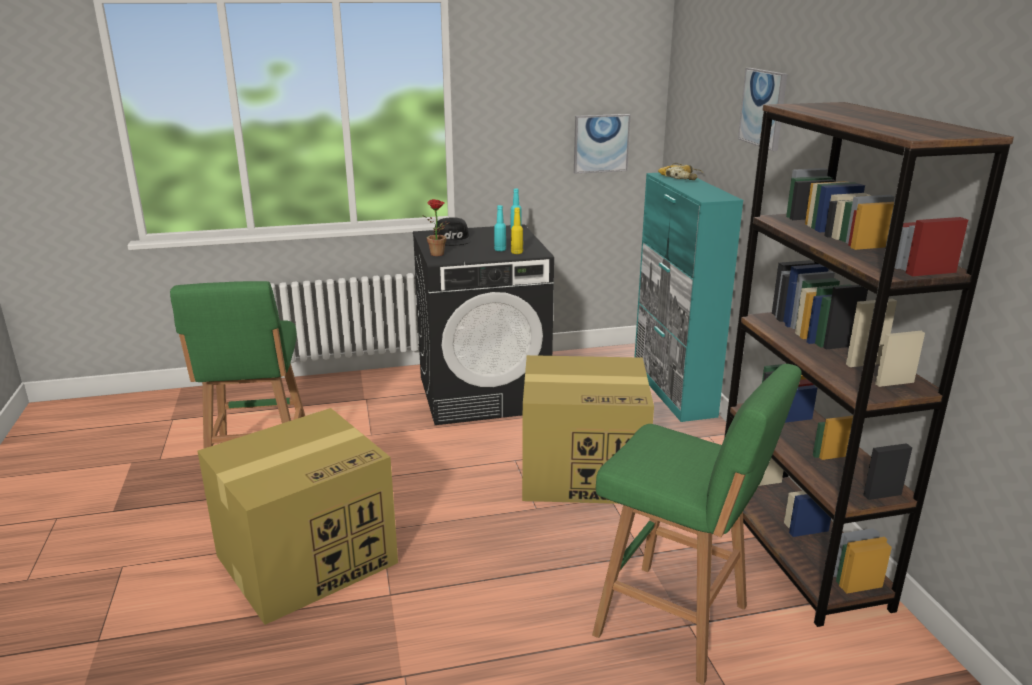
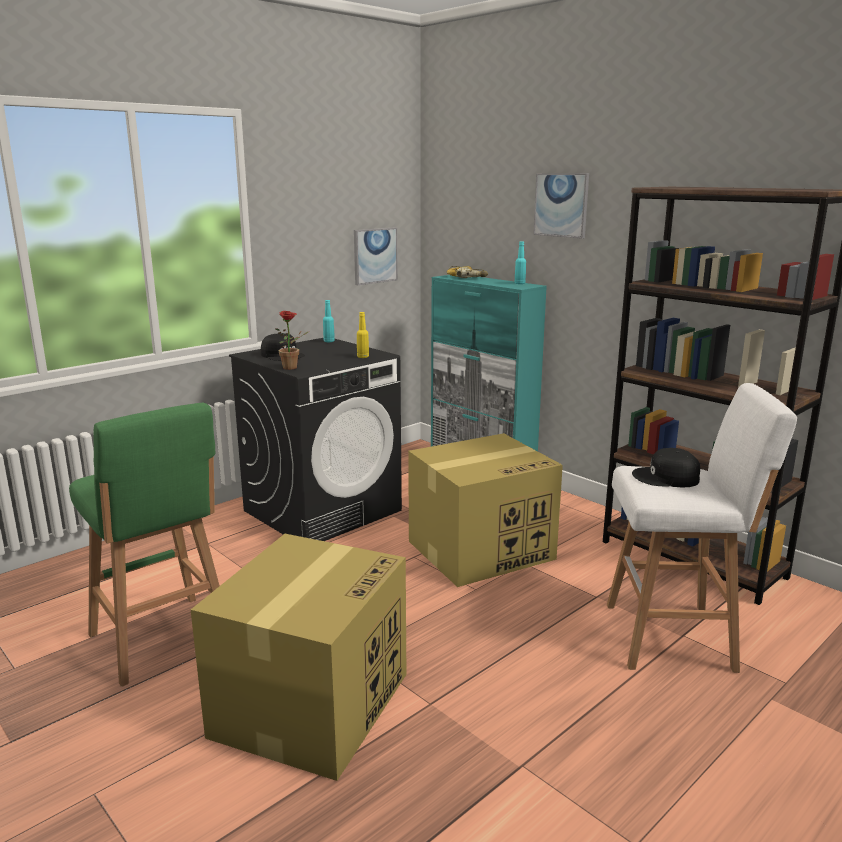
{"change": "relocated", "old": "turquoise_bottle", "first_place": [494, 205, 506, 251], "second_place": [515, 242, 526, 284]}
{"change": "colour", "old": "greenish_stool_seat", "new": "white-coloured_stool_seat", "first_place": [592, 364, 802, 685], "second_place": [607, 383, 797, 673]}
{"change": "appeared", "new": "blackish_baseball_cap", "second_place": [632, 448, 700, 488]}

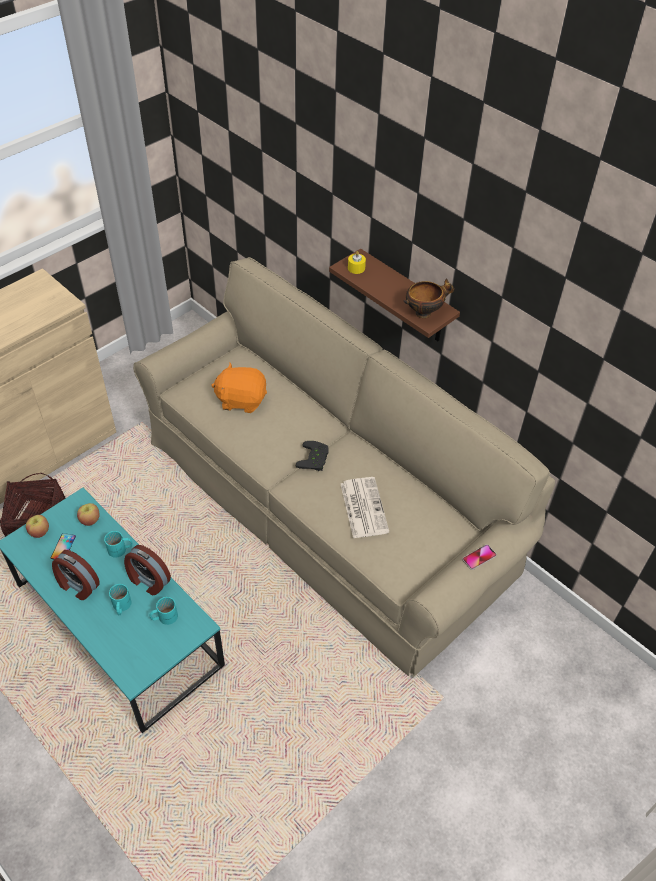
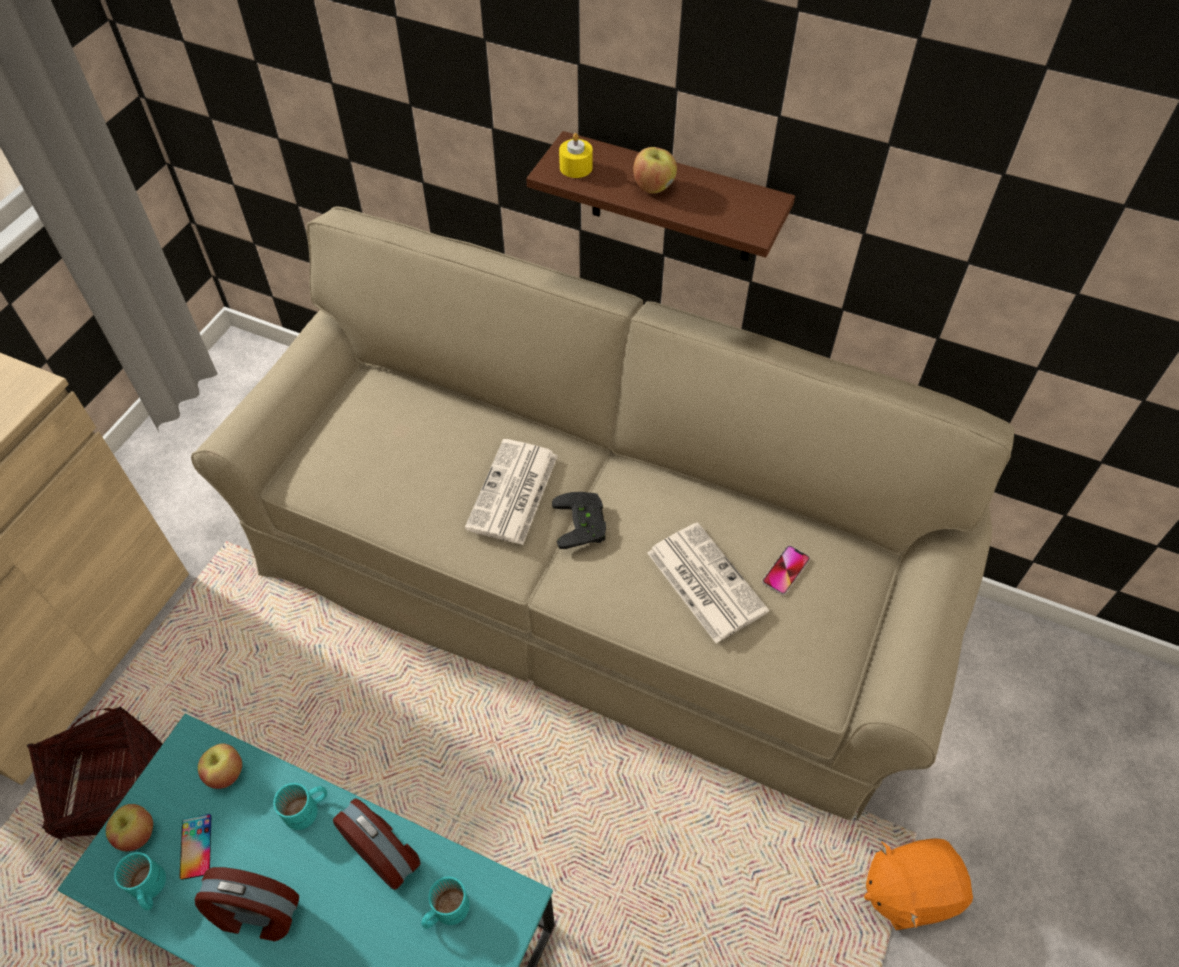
{"change": "missing", "old": "serving_bowl", "first_place": [404, 279, 455, 318]}
{"change": "relocated", "old": "orangey_plush_toy", "first_place": [211, 363, 267, 413], "second_place": [864, 838, 973, 930]}
{"change": "spun", "old": "bedside_clock", "first_place": [124, 545, 171, 595], "second_place": [333, 798, 421, 890], "degrees": -150}
{"change": "relocated", "old": "phone", "first_place": [462, 545, 497, 570], "second_place": [762, 546, 810, 595]}
{"change": "relocated", "old": "turquoise_tea_mug", "first_place": [109, 584, 132, 615], "second_place": [114, 852, 166, 911]}
{"change": "appeared", "new": "whole_apple", "second_place": [633, 147, 677, 193]}
{"change": "appeared", "new": "printed_paper", "second_place": [465, 439, 558, 545]}

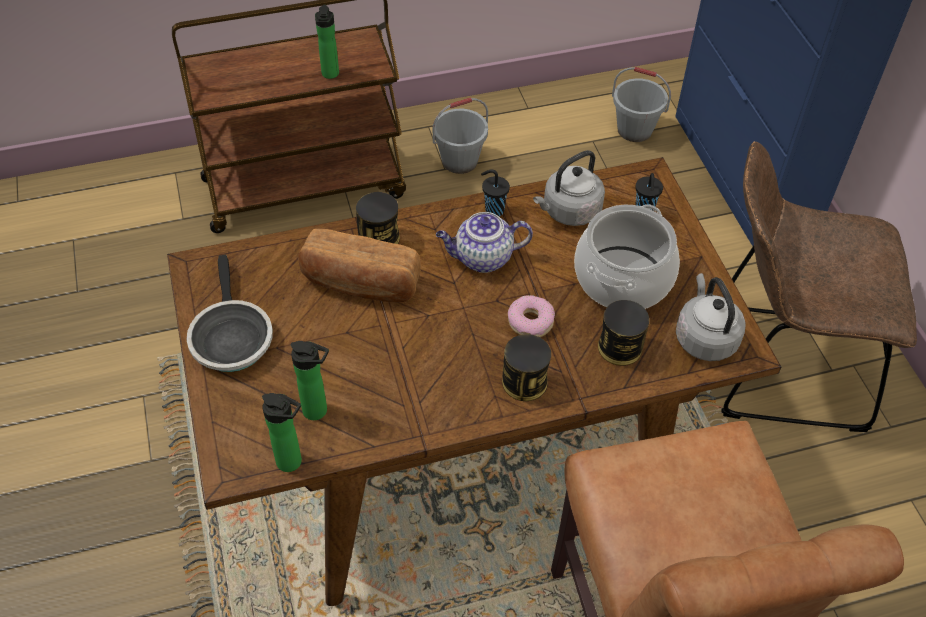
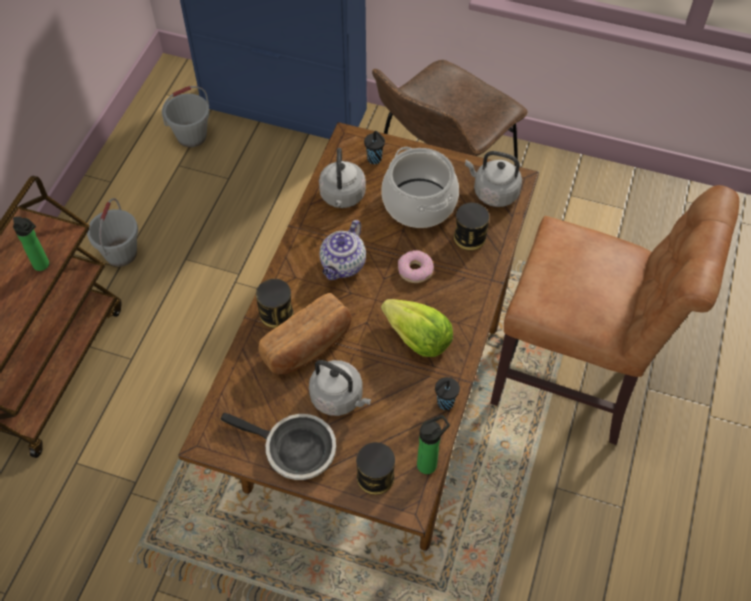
{"change": "relocated", "old": "blackish_drinking_cup", "first_place": [481, 169, 510, 216], "second_place": [435, 377, 460, 410]}
{"change": "relocated", "old": "metal_can", "first_place": [502, 334, 551, 401], "second_place": [356, 442, 395, 495]}
{"change": "missing", "old": "bottle", "first_place": [291, 341, 329, 420]}
{"change": "appeared", "new": "lettuce", "second_place": [381, 299, 453, 357]}
{"change": "appeared", "new": "gray_tea_kettle", "second_place": [309, 360, 371, 416]}

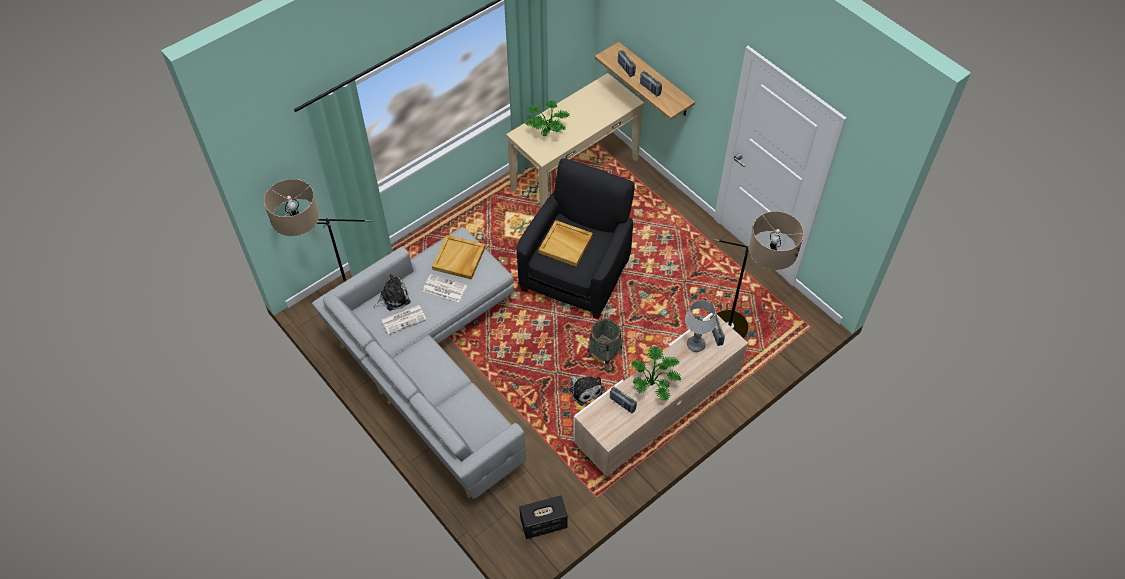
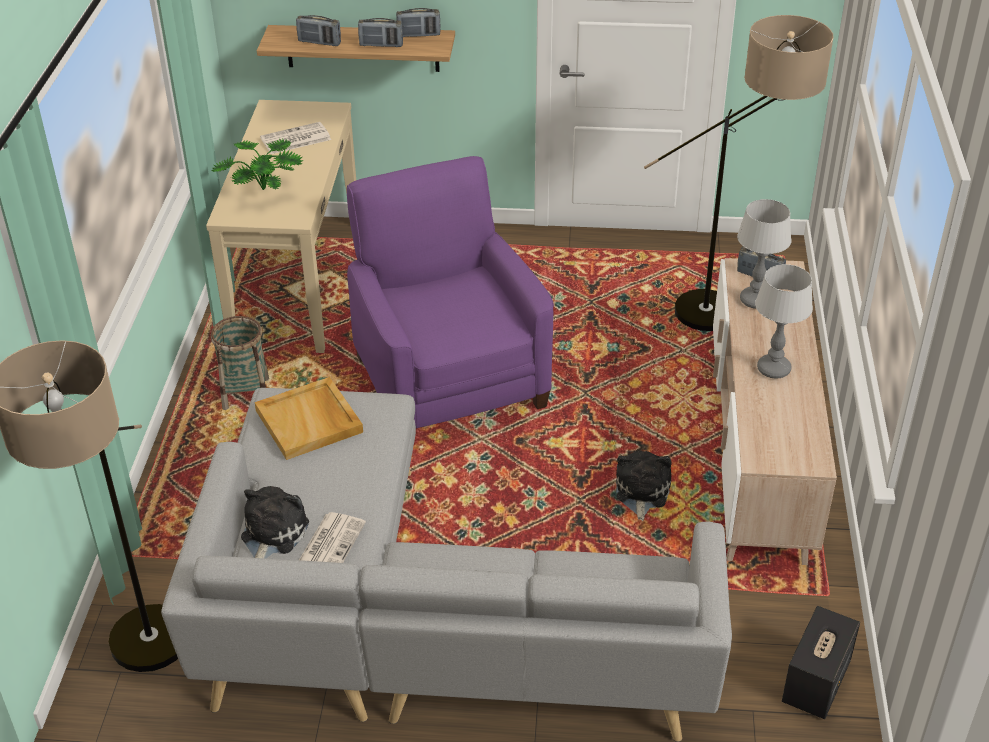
{"change": "colour", "old": "blackish_lounge_chair", "new": "purple_lounge_chair", "first_place": [516, 158, 635, 319], "second_place": [347, 156, 554, 428]}
{"change": "missing", "old": "beige-coloured_serving_tray", "first_place": [539, 220, 593, 267]}
{"change": "relocated", "old": "printed_paper", "first_place": [423, 274, 467, 302], "second_place": [260, 122, 331, 154]}
{"change": "relocated", "old": "household_basket", "first_place": [587, 318, 622, 370], "second_place": [211, 316, 269, 410]}
{"change": "exchanged", "old": "plant_in_a_pot", "new": "table_lamp", "first_place": [631, 346, 682, 402], "second_place": [755, 264, 813, 379]}
{"change": "spun", "old": "plush_toy", "first_place": [569, 376, 602, 406], "second_place": [616, 451, 671, 521], "degrees": -90}
{"change": "relocated", "old": "radio_receiver", "first_place": [610, 387, 637, 413], "second_place": [396, 8, 440, 37]}

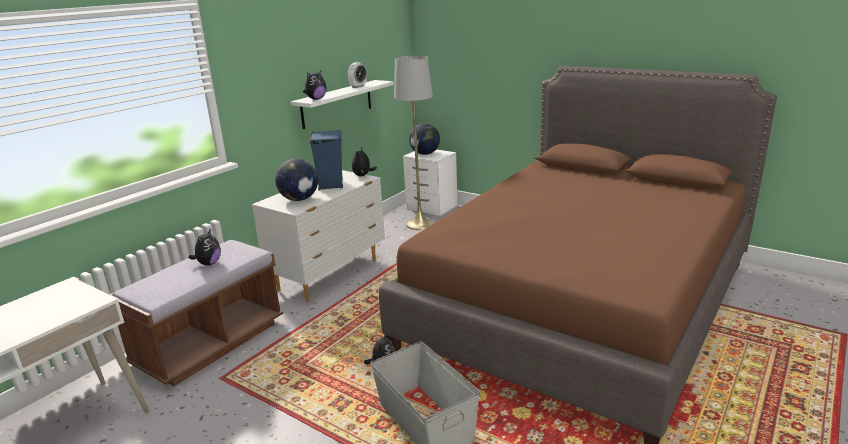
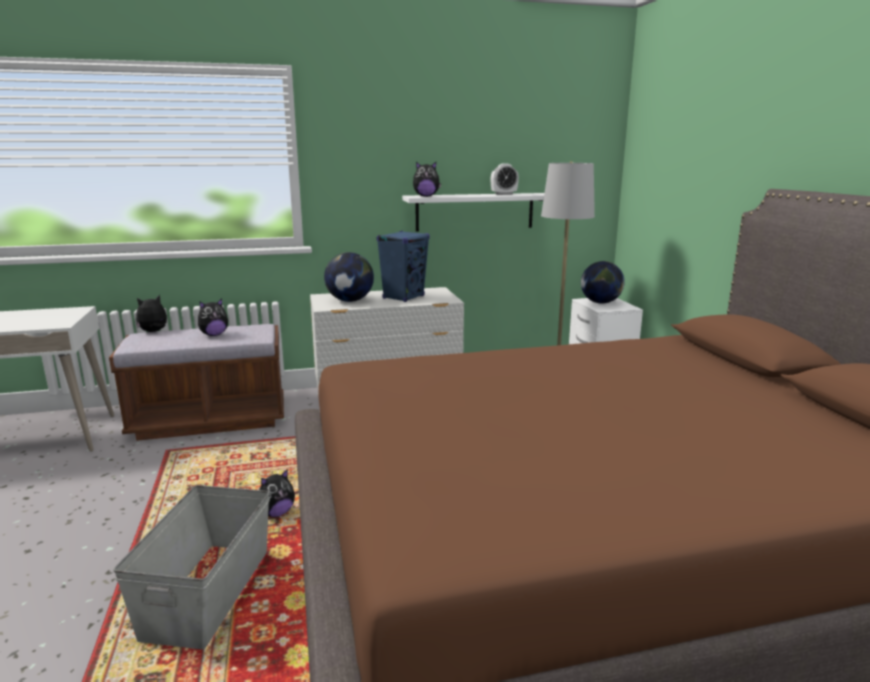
{"change": "relocated", "old": "plush_toy", "first_place": [352, 148, 377, 176], "second_place": [136, 295, 167, 332]}

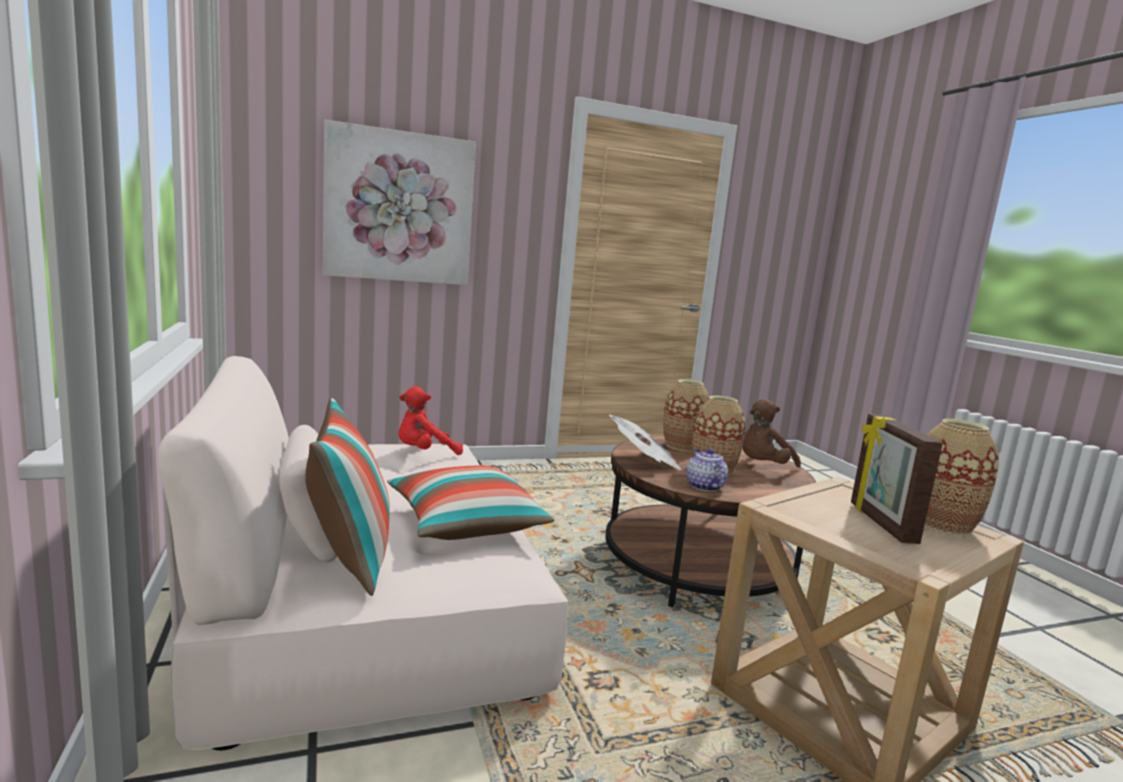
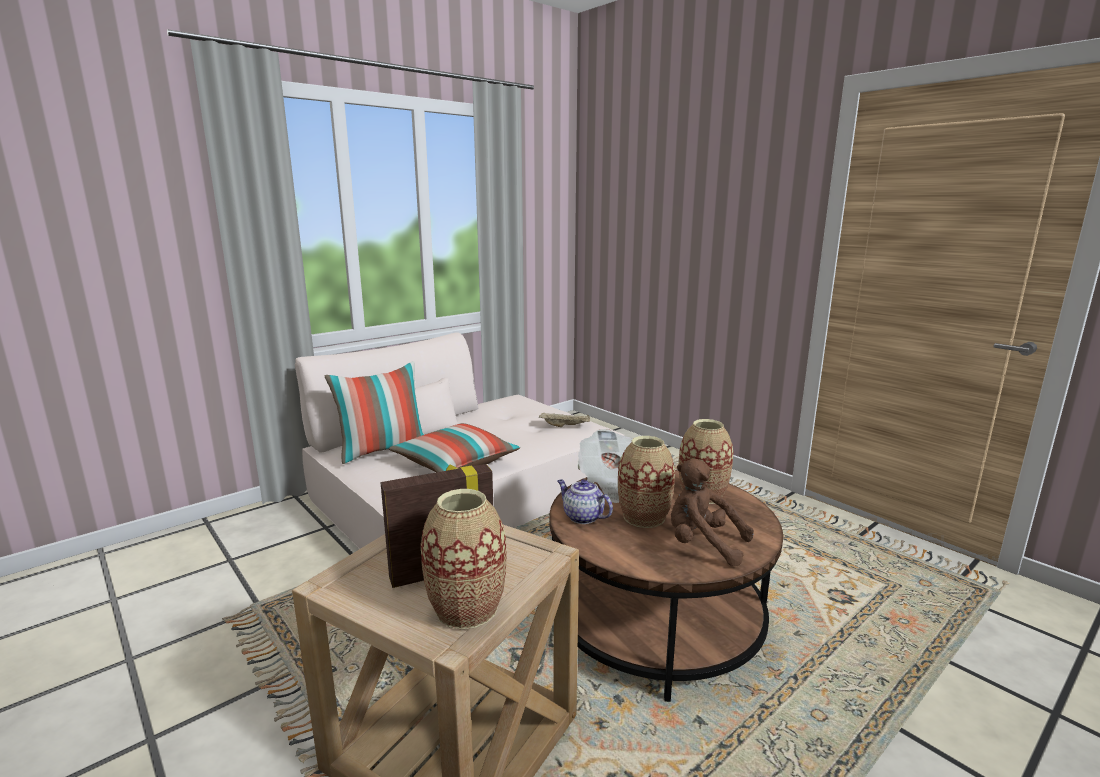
{"change": "missing", "old": "wall_art", "first_place": [323, 120, 476, 285]}
{"change": "exchanged", "old": "red-coloured_plush_toy", "new": "beige-coloured_serving_tray", "first_place": [398, 386, 463, 455], "second_place": [539, 413, 590, 427]}
{"change": "spun", "old": "tea_pot", "first_place": [686, 449, 728, 491], "second_place": [557, 479, 613, 524], "degrees": -105}

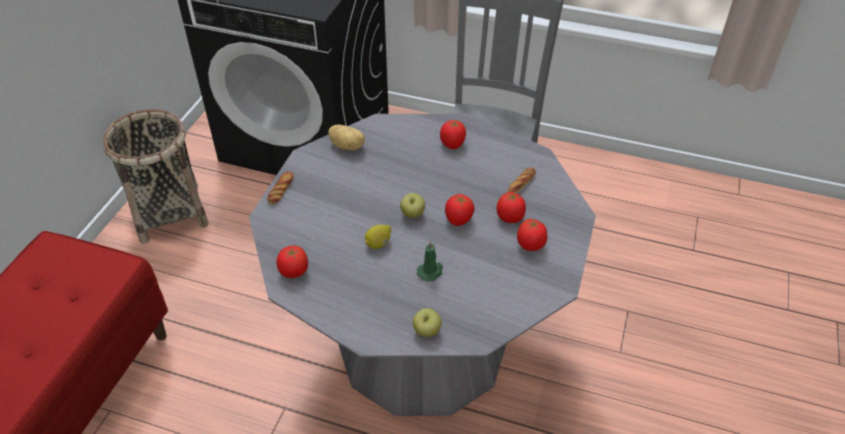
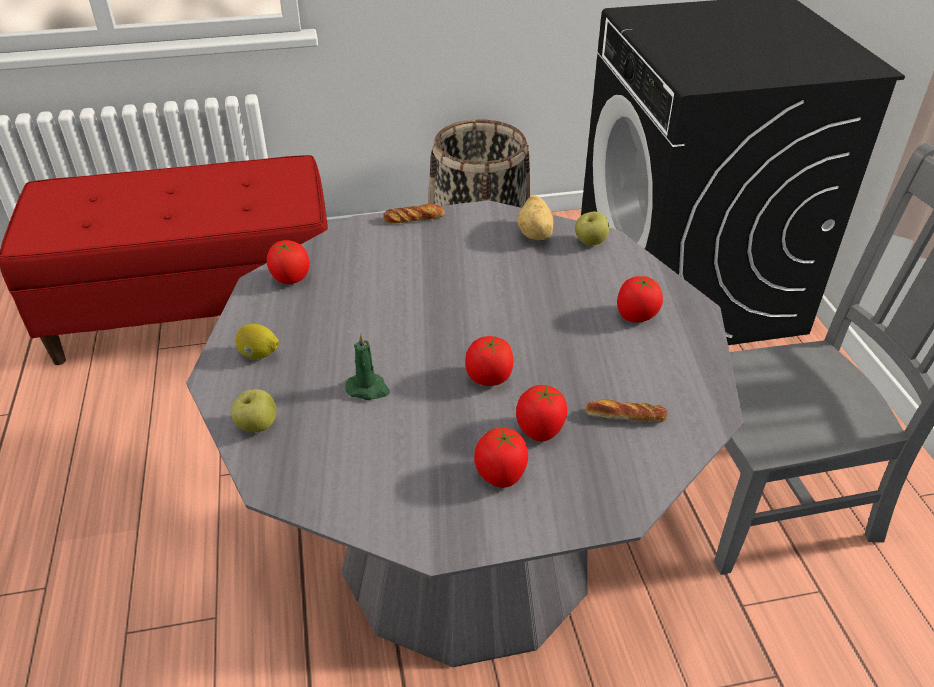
{"change": "relocated", "old": "whole_apple", "first_place": [400, 193, 425, 218], "second_place": [575, 212, 609, 245]}
{"change": "relocated", "old": "citrus_fruit", "first_place": [365, 225, 391, 249], "second_place": [235, 324, 279, 359]}

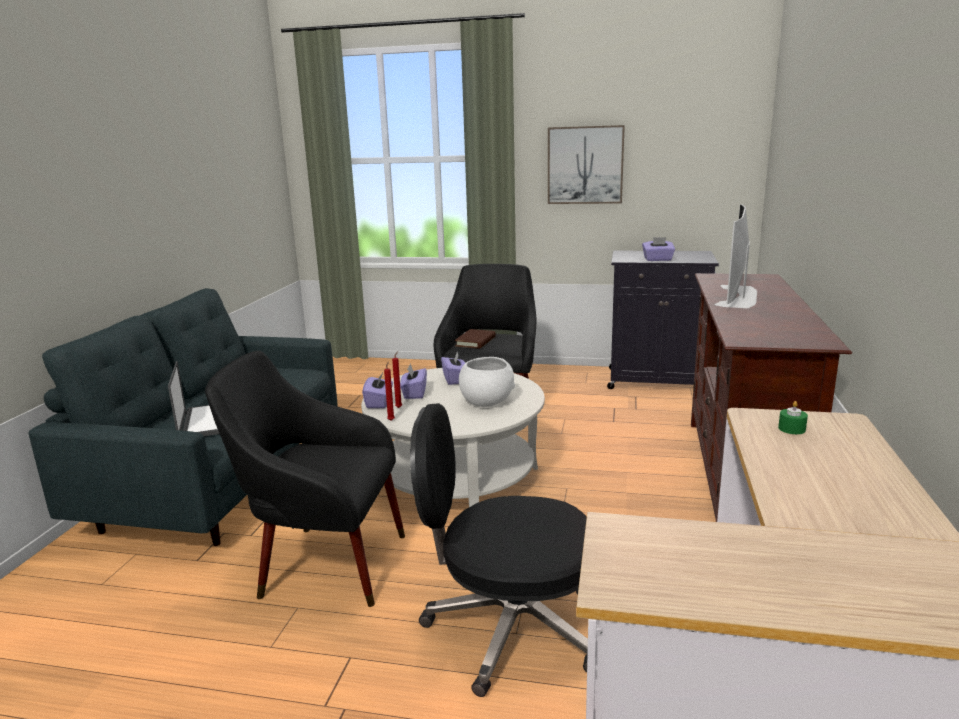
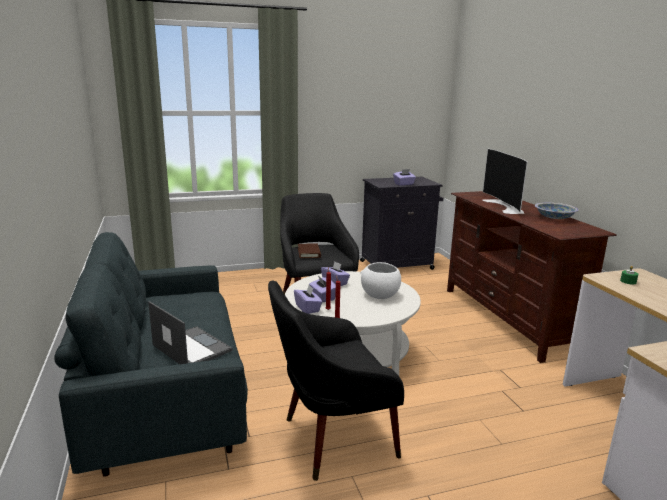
{"change": "missing", "old": "wall_art", "first_place": [548, 125, 625, 204]}
{"change": "missing", "old": "blackish_computer_chair", "first_place": [410, 403, 588, 697]}
{"change": "appeared", "new": "serving_bowl", "second_place": [535, 203, 579, 219]}

